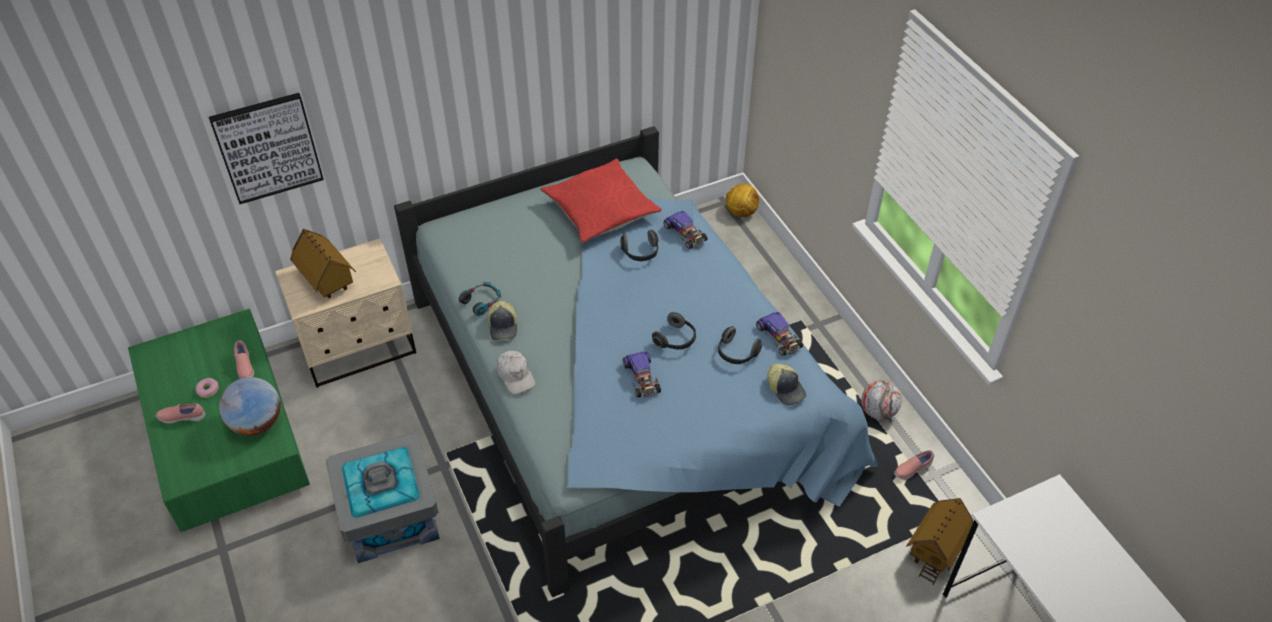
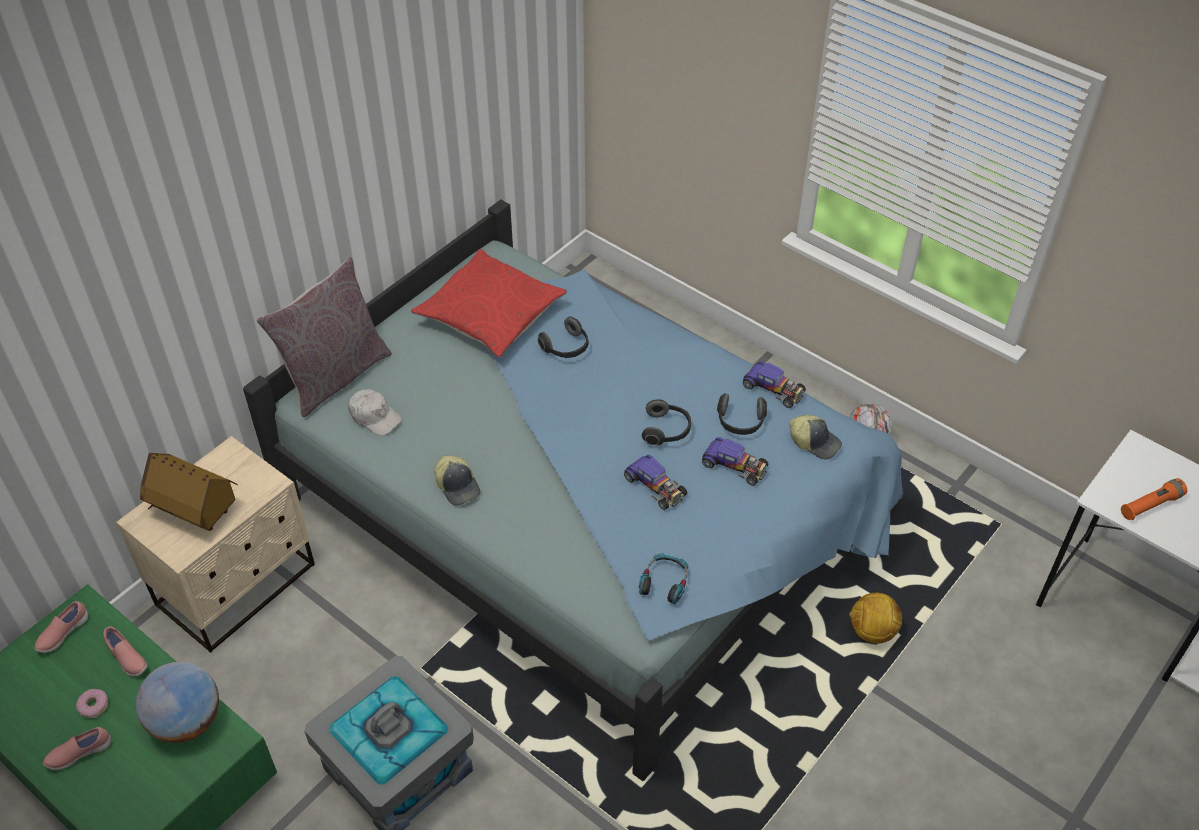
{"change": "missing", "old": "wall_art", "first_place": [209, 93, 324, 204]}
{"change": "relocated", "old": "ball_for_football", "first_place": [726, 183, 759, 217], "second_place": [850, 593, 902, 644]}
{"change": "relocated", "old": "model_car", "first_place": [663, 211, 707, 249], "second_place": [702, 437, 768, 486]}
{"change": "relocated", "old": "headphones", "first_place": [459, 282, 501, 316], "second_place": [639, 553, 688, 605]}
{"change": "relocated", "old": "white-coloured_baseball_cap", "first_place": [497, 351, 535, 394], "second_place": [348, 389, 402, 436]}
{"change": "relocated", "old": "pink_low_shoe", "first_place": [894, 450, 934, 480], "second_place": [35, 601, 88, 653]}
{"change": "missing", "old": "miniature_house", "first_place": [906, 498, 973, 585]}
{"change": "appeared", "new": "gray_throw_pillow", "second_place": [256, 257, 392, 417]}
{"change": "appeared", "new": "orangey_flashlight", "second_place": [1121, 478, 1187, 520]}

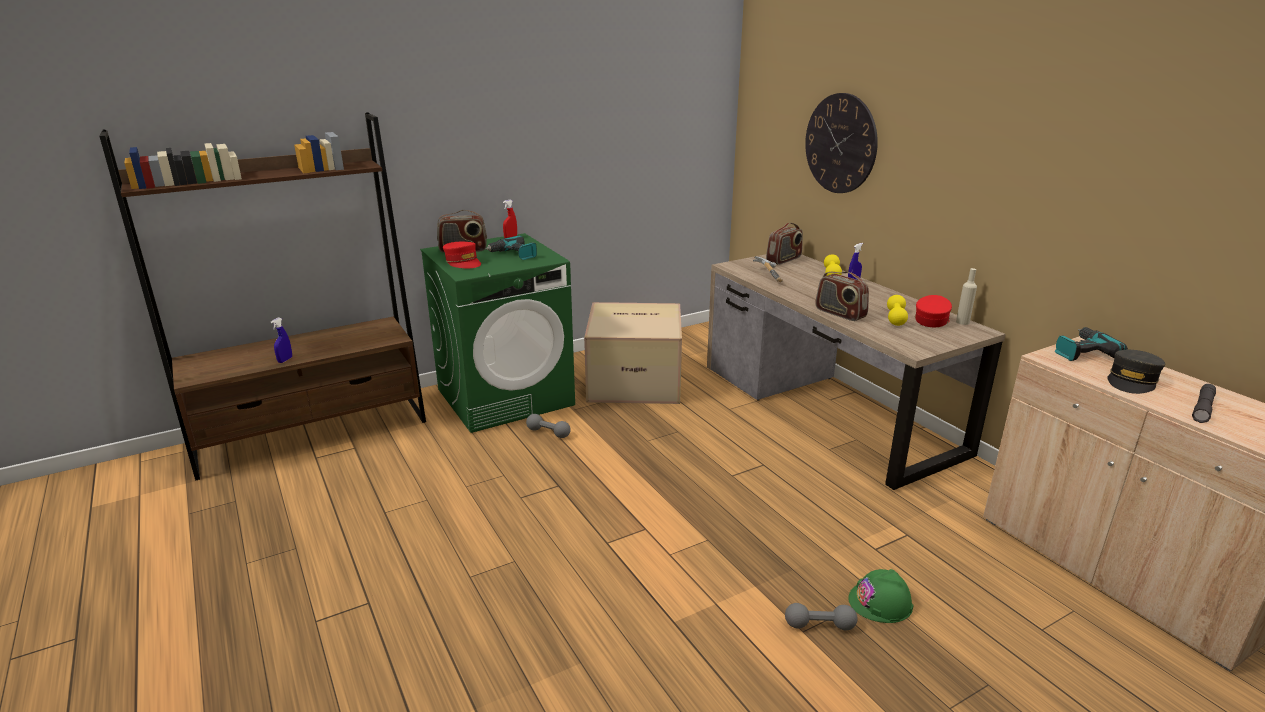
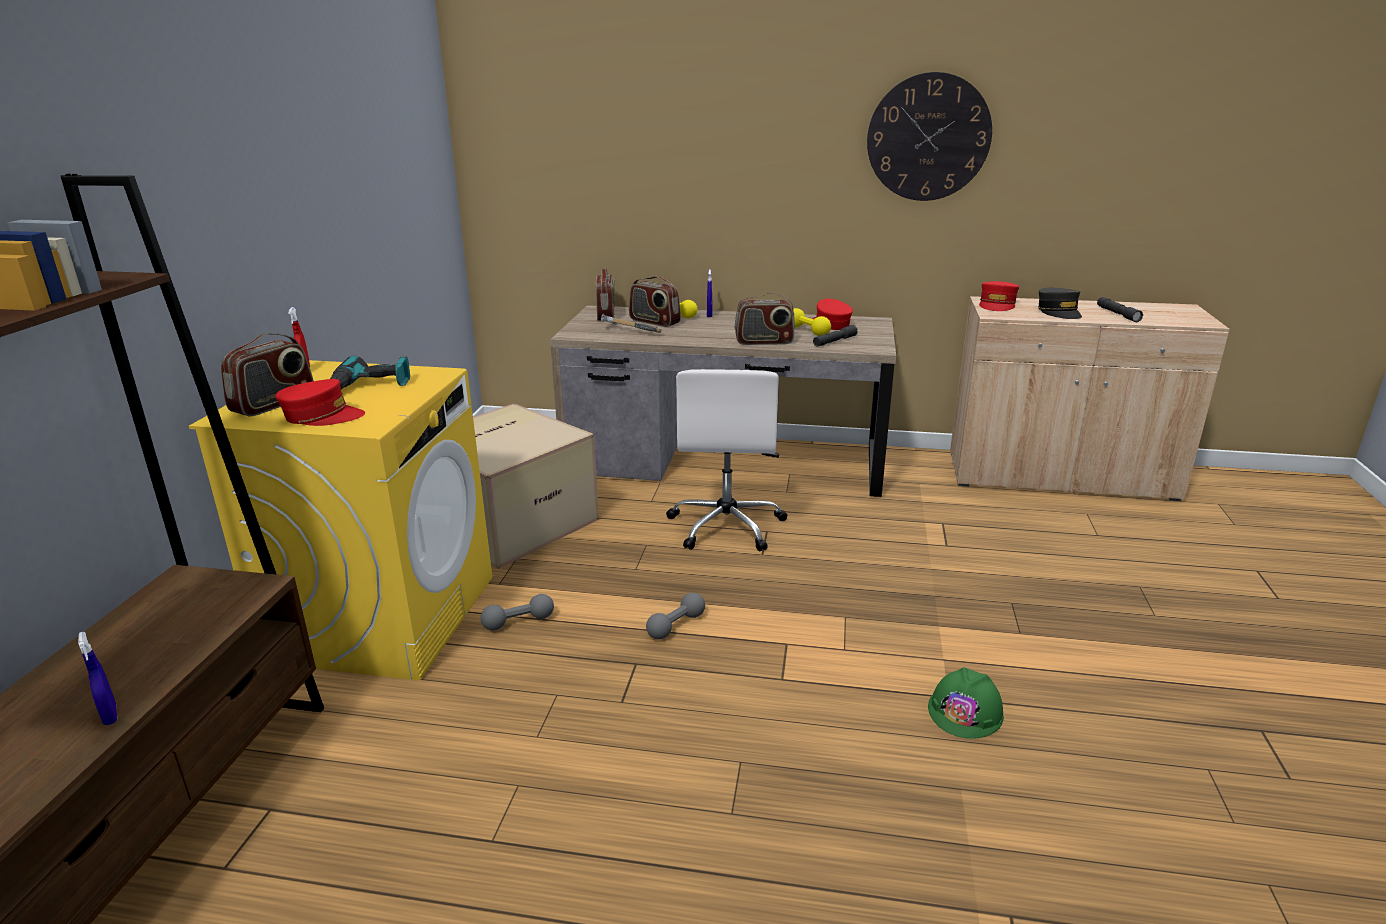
{"change": "relocated", "old": "wall_clock", "first_place": [805, 93, 878, 193], "second_place": [867, 72, 992, 201]}
{"change": "colour", "old": "greenish_washing_machine", "new": "yellowish_washing_machine", "first_place": [420, 233, 575, 433], "second_place": [189, 360, 492, 681]}
{"change": "missing", "old": "beige-coloured_bottle", "first_place": [956, 268, 977, 325]}
{"change": "exchanged", "old": "power_drill", "new": "red-coloured_baseball_cap", "first_place": [1054, 327, 1128, 361], "second_place": [979, 281, 1019, 311]}
{"change": "relocated", "old": "greenish_hard_hat", "first_place": [849, 569, 914, 623], "second_place": [928, 667, 1004, 739]}
{"change": "relocated", "old": "gray_free_weight", "first_place": [785, 603, 858, 631], "second_place": [646, 593, 705, 639]}
{"change": "appeared", "new": "radio_receiver", "second_place": [629, 276, 681, 327]}
{"change": "appeared", "new": "gray_flashlight", "second_place": [813, 325, 858, 347]}
{"change": "appeared", "new": "white-coloured_computer_chair", "second_place": [666, 369, 788, 551]}

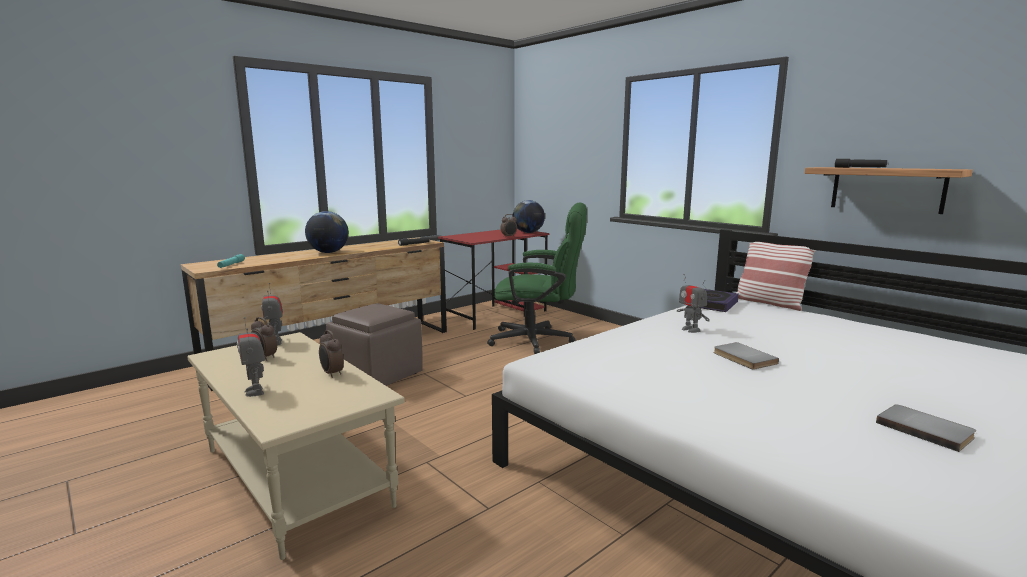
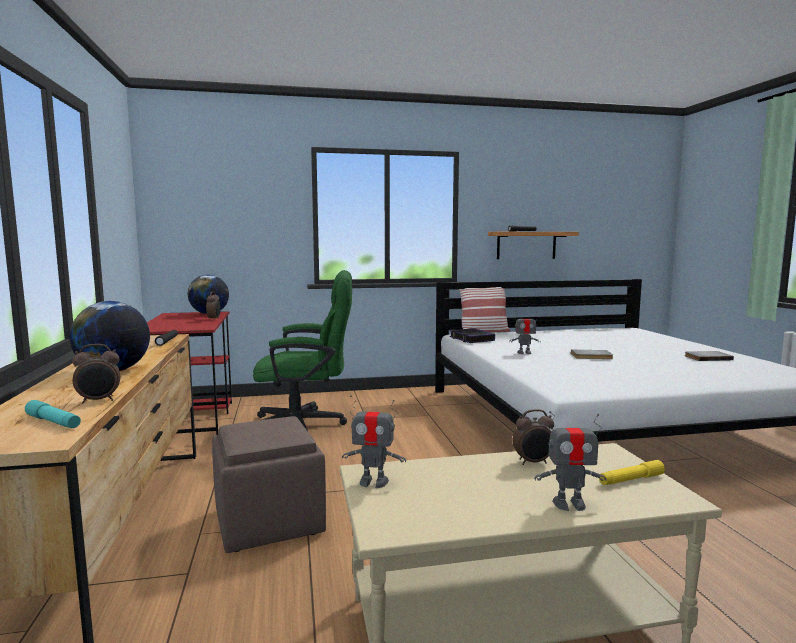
{"change": "spun", "old": "greenish_computer_chair", "first_place": [487, 202, 587, 354], "second_place": [253, 270, 352, 431], "degrees": 45}
{"change": "relocated", "old": "bedside_clock", "first_place": [251, 317, 277, 361], "second_place": [72, 344, 120, 403]}
{"change": "appeared", "new": "yellowish_flashlight", "second_place": [599, 460, 665, 485]}

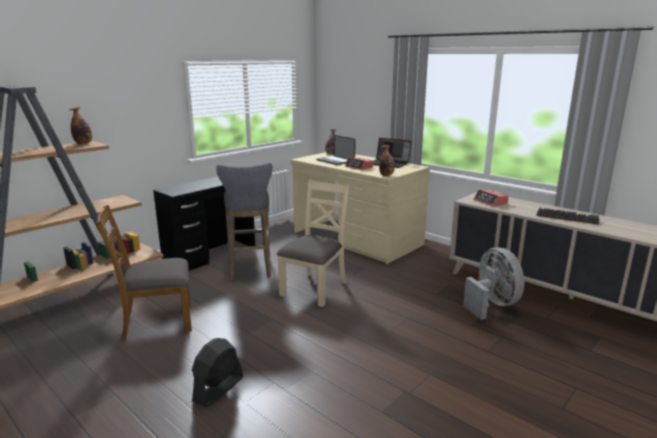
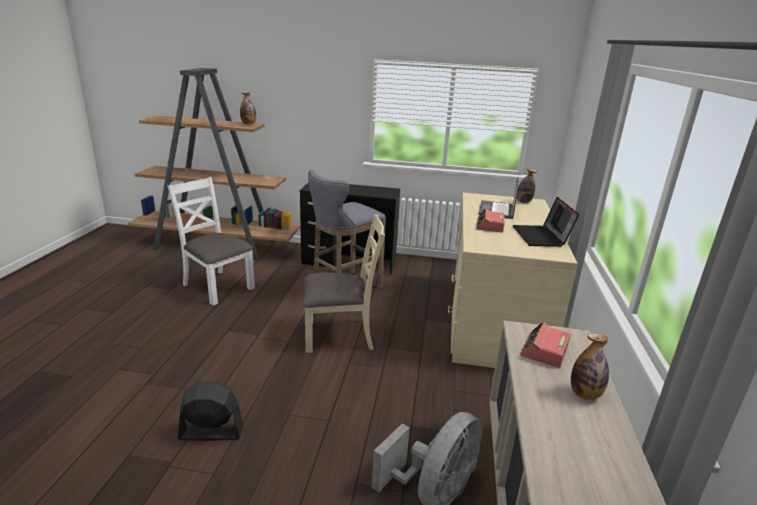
{"change": "relocated", "old": "bottle", "first_place": [379, 145, 395, 176], "second_place": [571, 333, 609, 400]}
{"change": "colour", "old": "brown_plain_chair", "new": "white-coloured_plain_chair", "first_place": [96, 205, 192, 340], "second_place": [167, 177, 255, 305]}
{"change": "missing", "old": "PC_keyboard", "first_place": [536, 208, 599, 225]}
{"change": "relocated", "old": "blackish_electric_fan", "first_place": [192, 338, 243, 408], "second_place": [178, 381, 243, 441]}

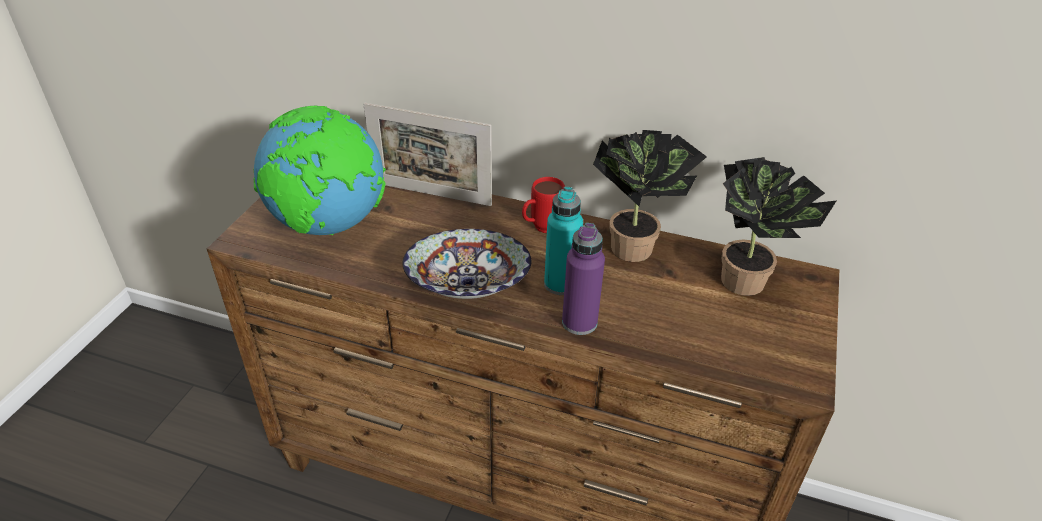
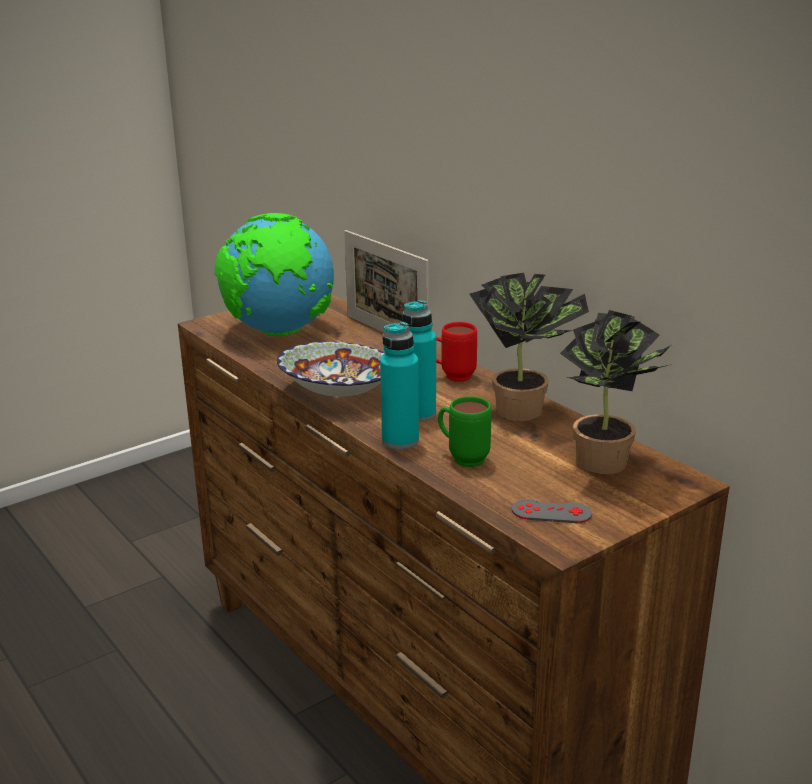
{"change": "colour", "old": "purple_bottle", "new": "turquoise_bottle", "first_place": [562, 223, 605, 335], "second_place": [380, 322, 419, 449]}
{"change": "appeared", "new": "greenish_tea_mug", "second_place": [438, 396, 491, 467]}
{"change": "appeared", "new": "gray_game_controller", "second_place": [512, 499, 592, 523]}

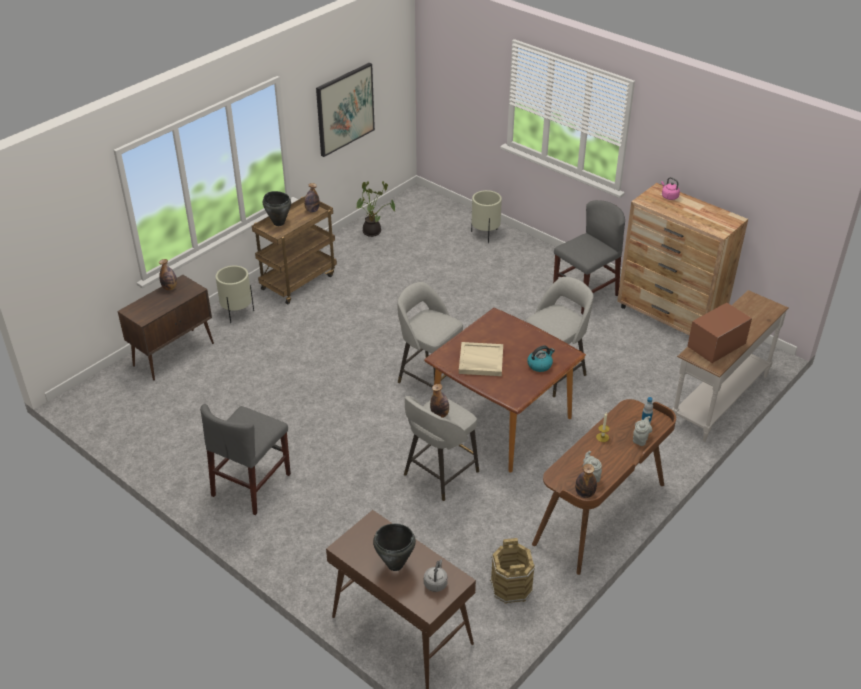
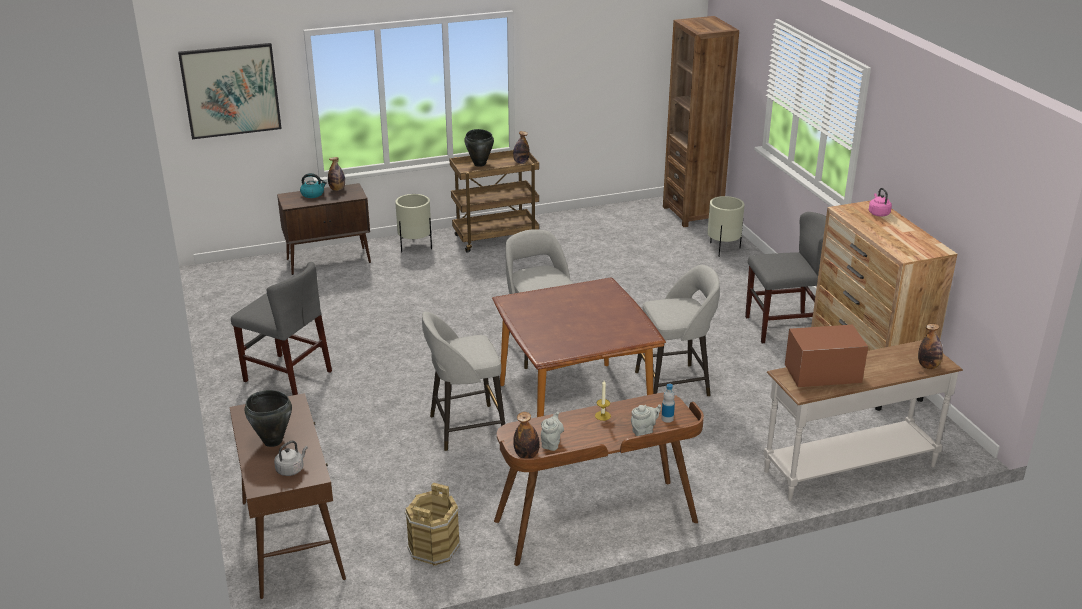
{"change": "relocated", "old": "wall_art", "first_place": [316, 63, 375, 157], "second_place": [178, 43, 282, 139]}
{"change": "missing", "old": "plant_in_a_pot", "first_place": [357, 181, 395, 237]}
{"change": "missing", "old": "beige-coloured_serving_tray", "first_place": [459, 342, 503, 376]}
{"change": "relocated", "old": "tea_kettle", "first_place": [527, 346, 555, 372], "second_place": [300, 173, 327, 198]}
{"change": "relocated", "old": "bottle", "first_place": [430, 384, 449, 418], "second_place": [918, 324, 943, 369]}
{"change": "spun", "old": "gray_plain_chair", "first_place": [200, 404, 291, 515], "second_place": [231, 262, 332, 395], "degrees": -120}
{"change": "appeared", "new": "brown_bookshelf", "second_place": [663, 16, 739, 227]}

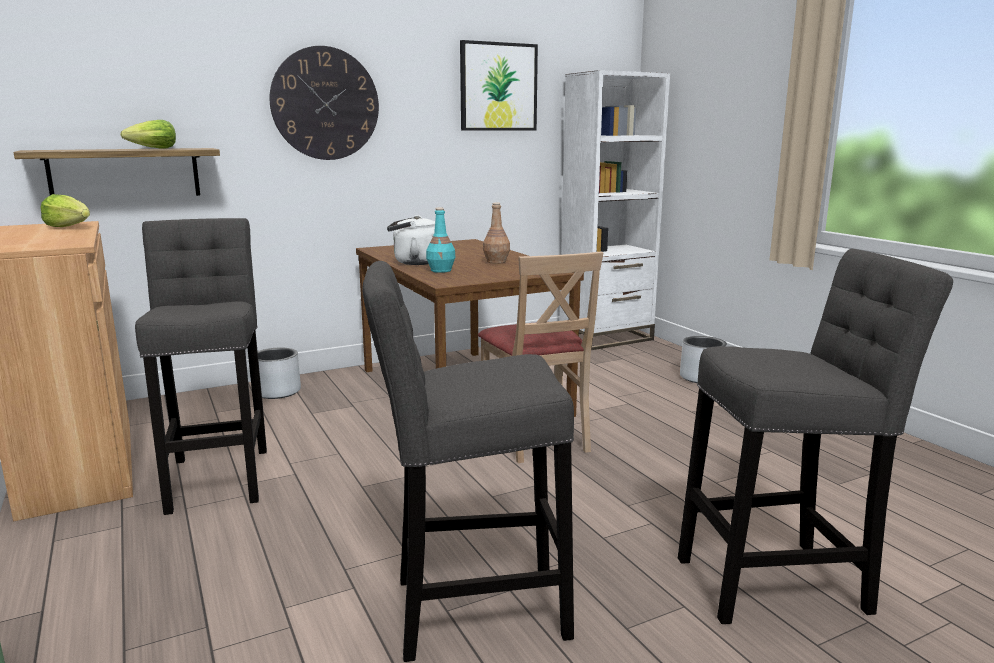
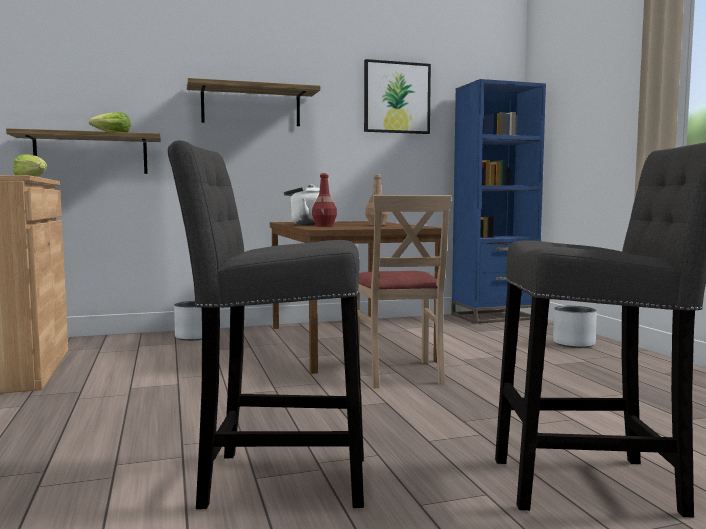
{"change": "exchanged", "old": "wall_clock", "new": "wall_shelf", "first_place": [270, 46, 379, 160], "second_place": [187, 78, 320, 126]}
{"change": "colour", "old": "white-coloured_bookshelf", "new": "blue-coloured_bookshelf", "first_place": [559, 70, 670, 350], "second_place": [451, 79, 546, 324]}
{"change": "colour", "old": "turquoise_bottle", "new": "red-coloured_bottle", "first_place": [426, 208, 455, 273], "second_place": [312, 172, 337, 227]}
{"change": "missing", "old": "gray_stool_seat", "first_place": [135, 218, 267, 515]}

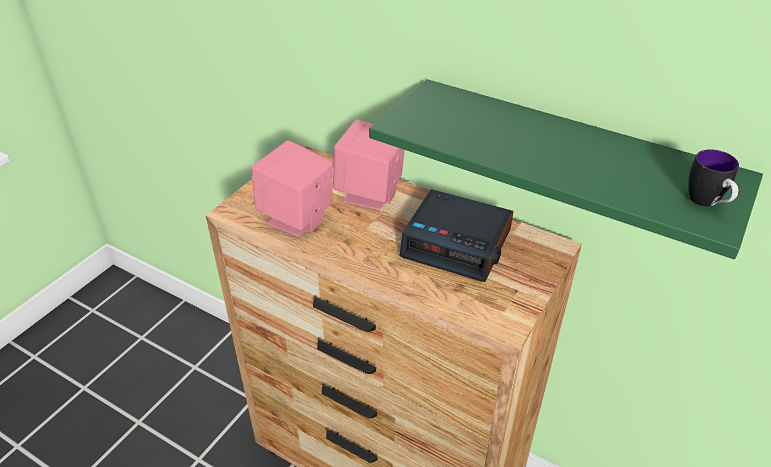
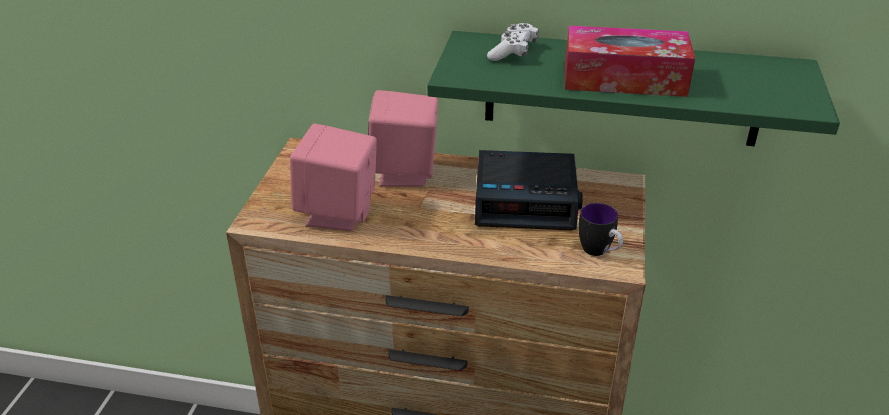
{"change": "relocated", "old": "tea_mug", "first_place": [688, 149, 739, 207], "second_place": [578, 203, 623, 256]}
{"change": "appeared", "new": "white-coloured_game_controller", "second_place": [487, 23, 539, 61]}
{"change": "appeared", "new": "tissue_holder", "second_place": [565, 25, 695, 97]}

